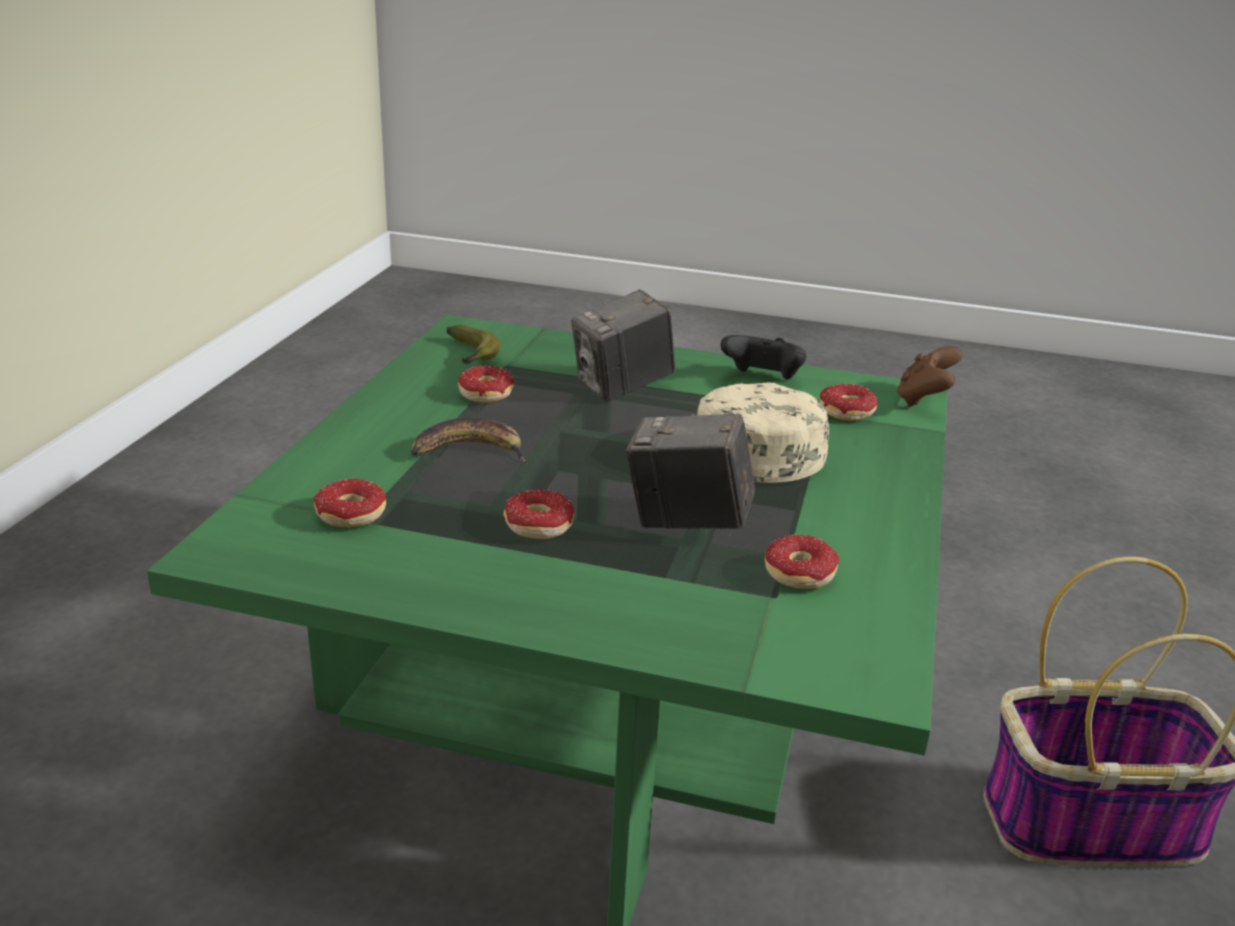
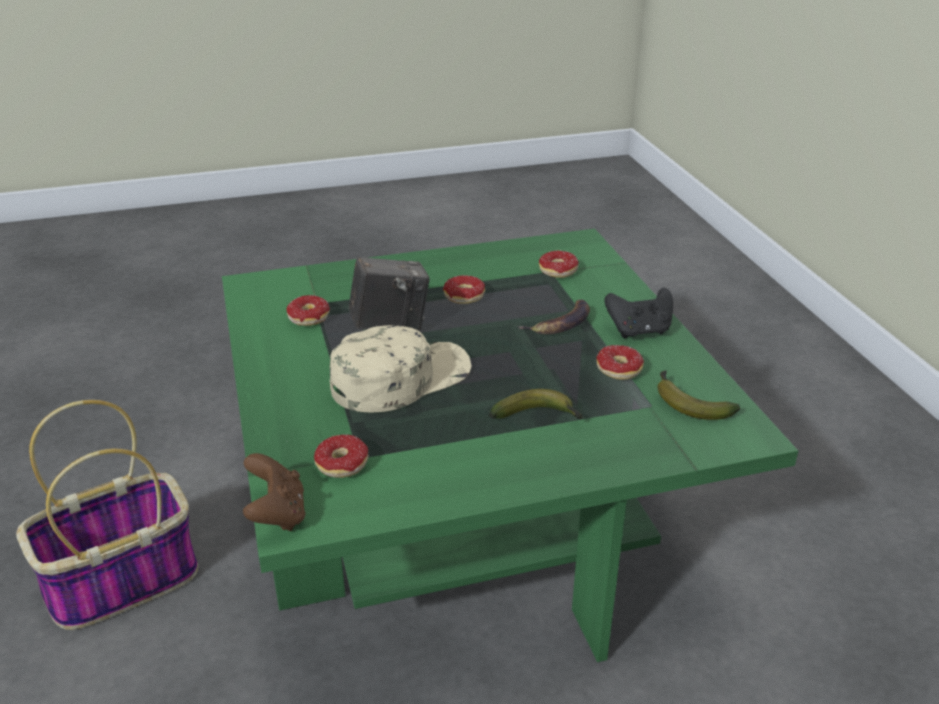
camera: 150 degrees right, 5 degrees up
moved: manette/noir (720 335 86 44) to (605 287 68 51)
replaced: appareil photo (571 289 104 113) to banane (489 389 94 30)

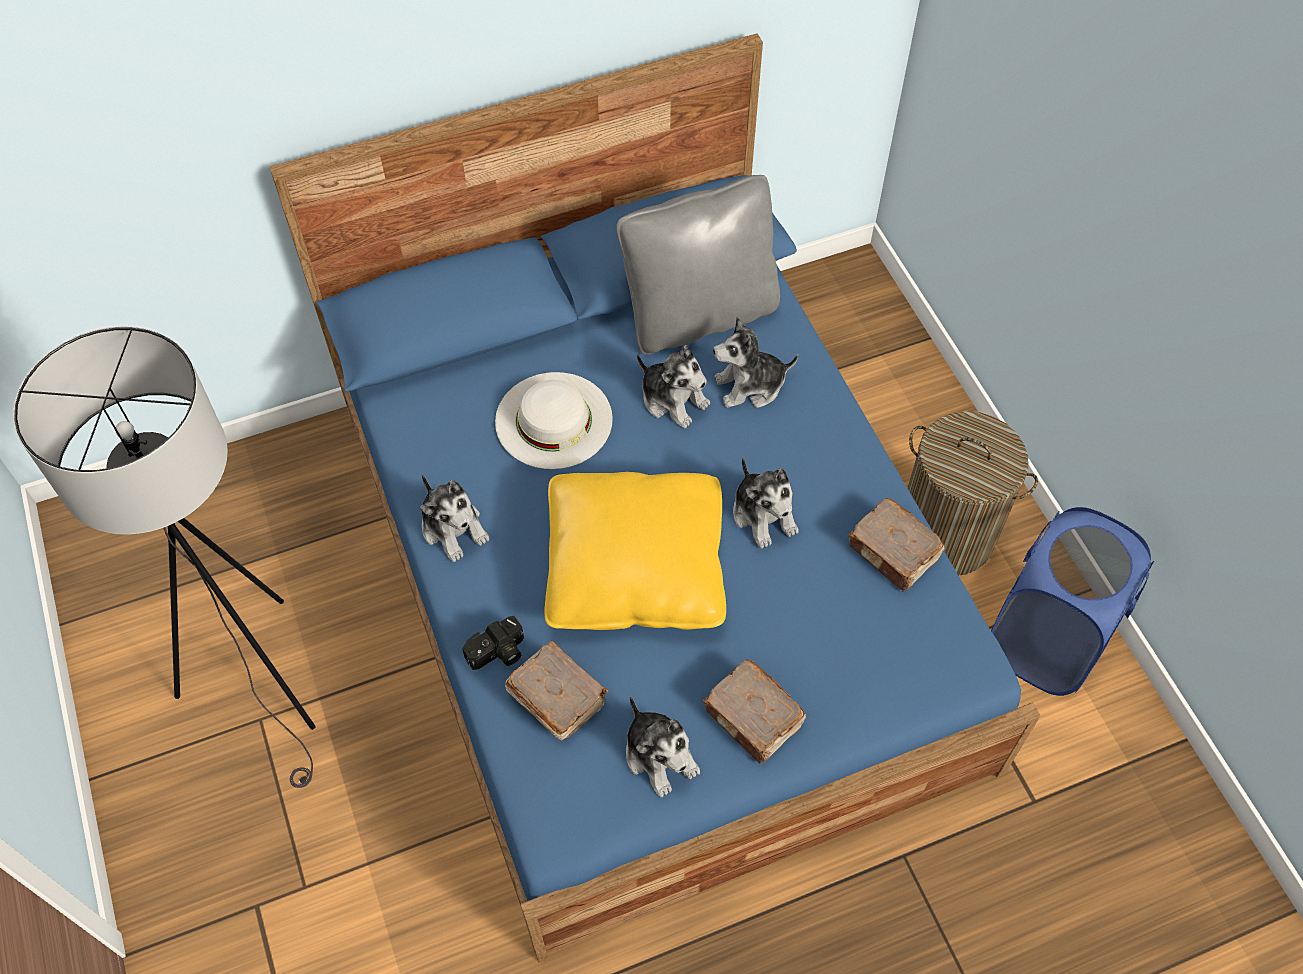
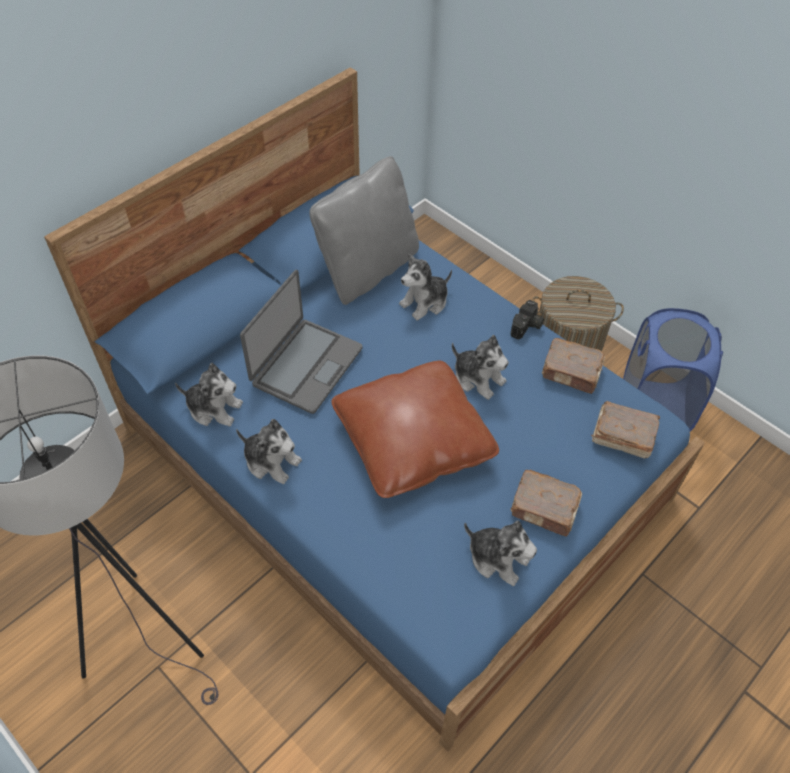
camera: 25 degrees left, 5 degrees down
moved: appareil photo (462 616 62 54) to (511 300 33 40); livre/marron (505 641 103 100) to (591 401 69 57); peluche (637 345 73 84) to (175 363 68 64)
replaced: chapeau/blanc (495 372 118 97) to ordinateur portable (240 270 123 144)
recoloured: coussin/jaune (544 472 182 158) to coussin/marron (331 361 168 137)

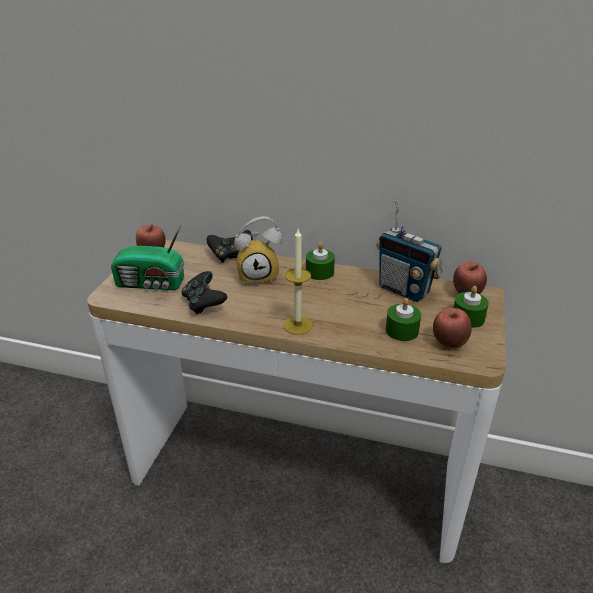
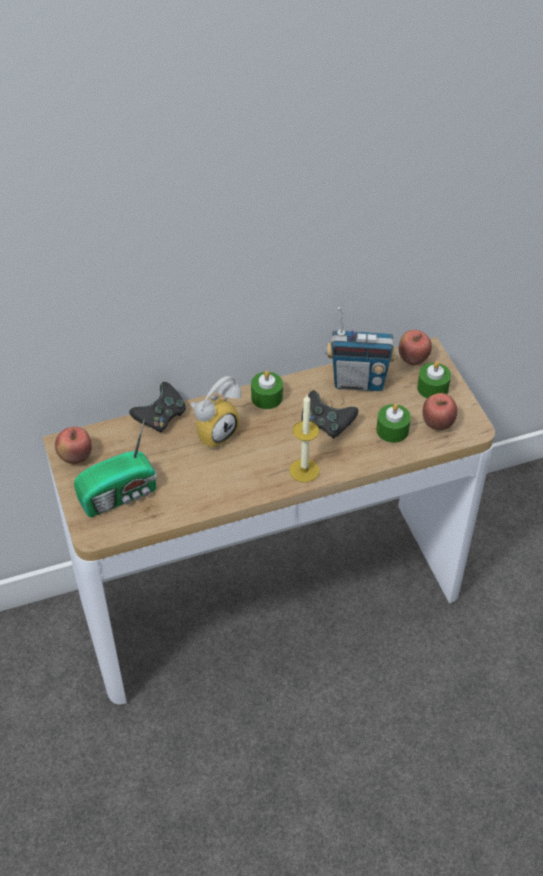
camera: 35 degrees left, 15 degrees up
moved: manette/noir (182 271 45 44) to (302 390 56 49)

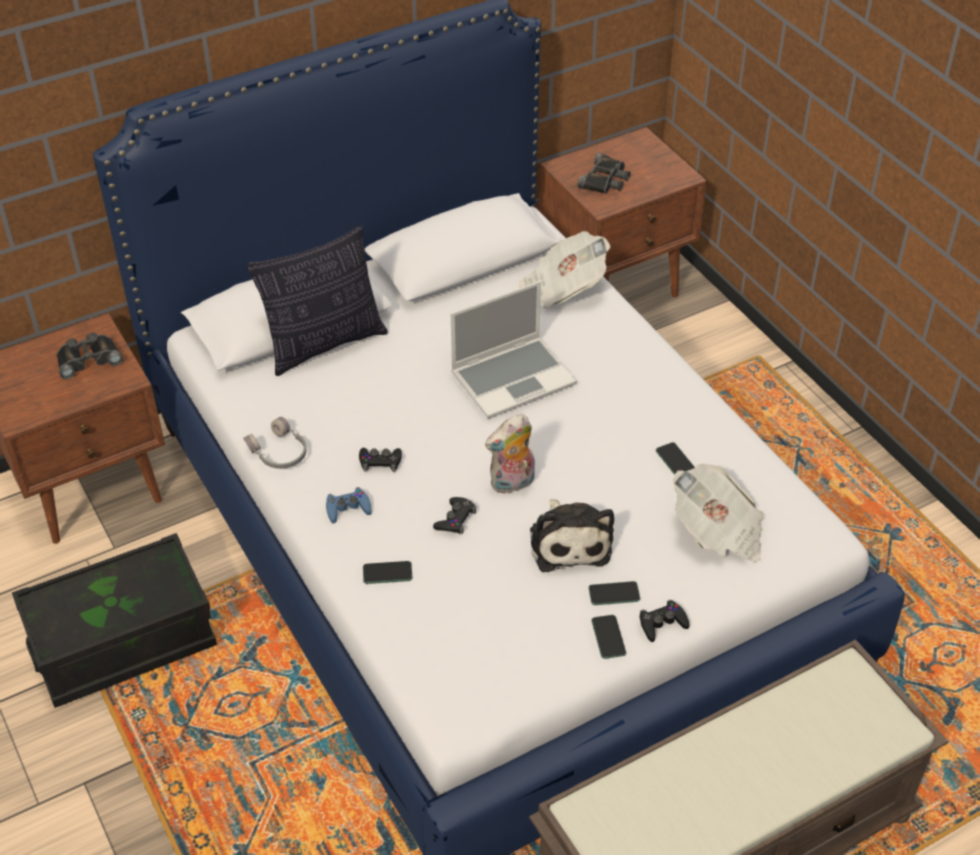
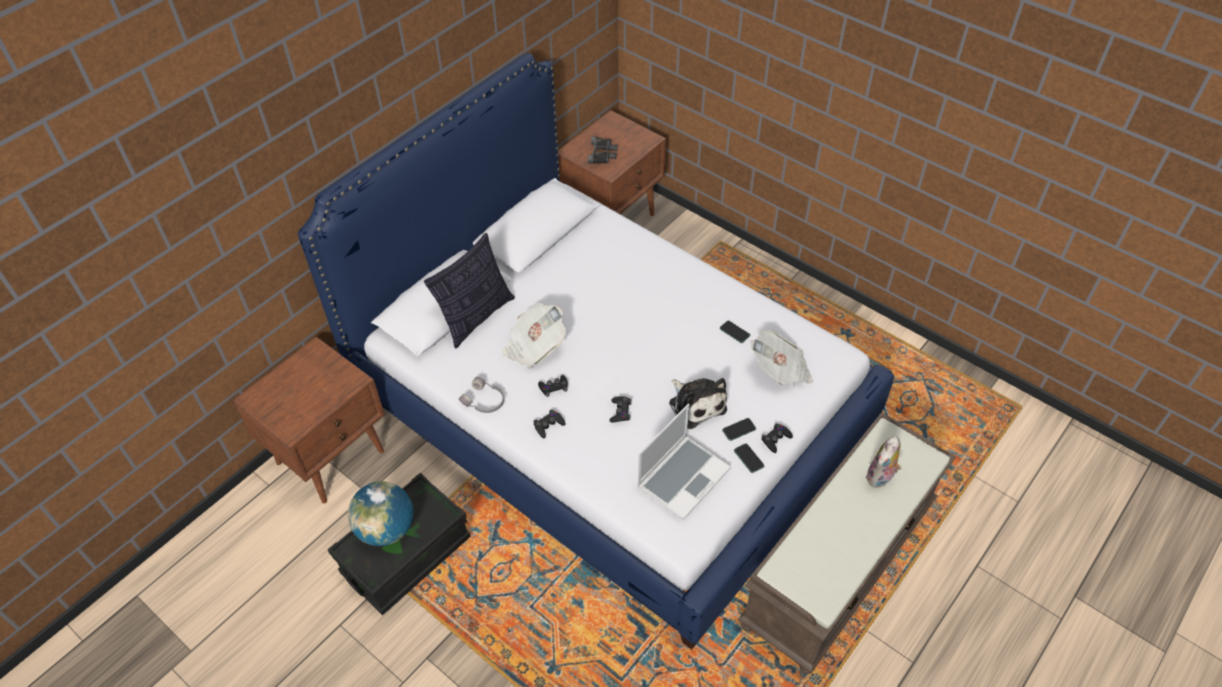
camera: 20 degrees left, 5 degrees up
removed: jumelles/noir (56 333 67 47); téléphone (363 561 49 23)
added: globe (348 481 65 65)
moved: ordinateur portable (451 281 125 138) to (637 404 94 116); peluche (485 414 50 80) to (865 436 36 52); journal (519 231 92 78) to (502 303 64 66)
recoloured: manette/bleu (326 487 46 36) to manette/noir (533 410 32 28)

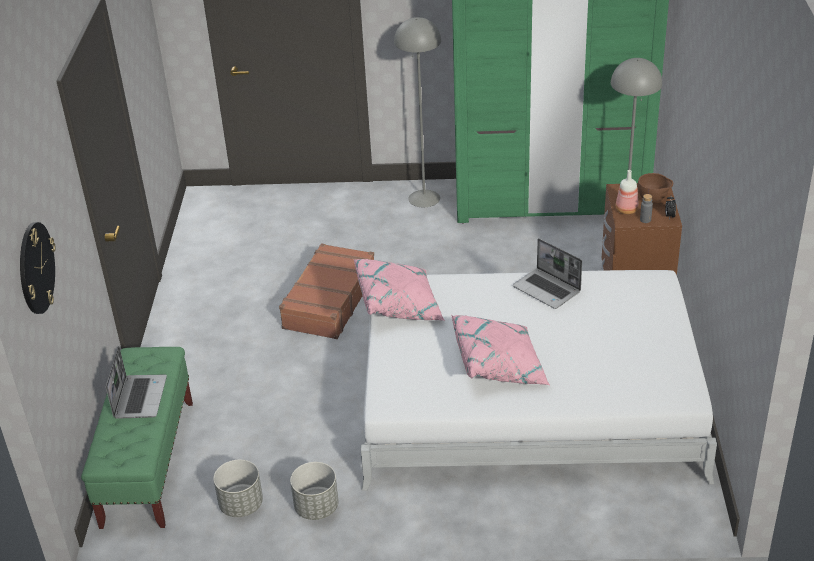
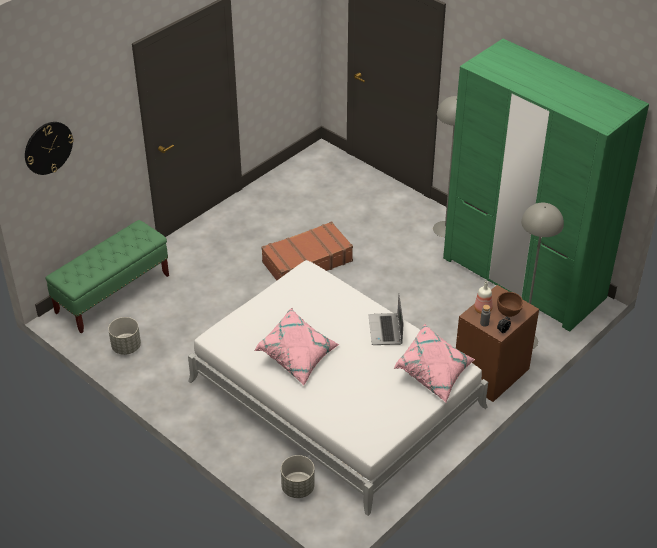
camera: 40 degrees right, 5 degrees up
removed: ordinateur portable (106 346 61 73)
moved: cache-pot/gris (290 462 49 58) to (281 455 34 43); coussin/rose (354 259 91 62) to (394 323 81 80)

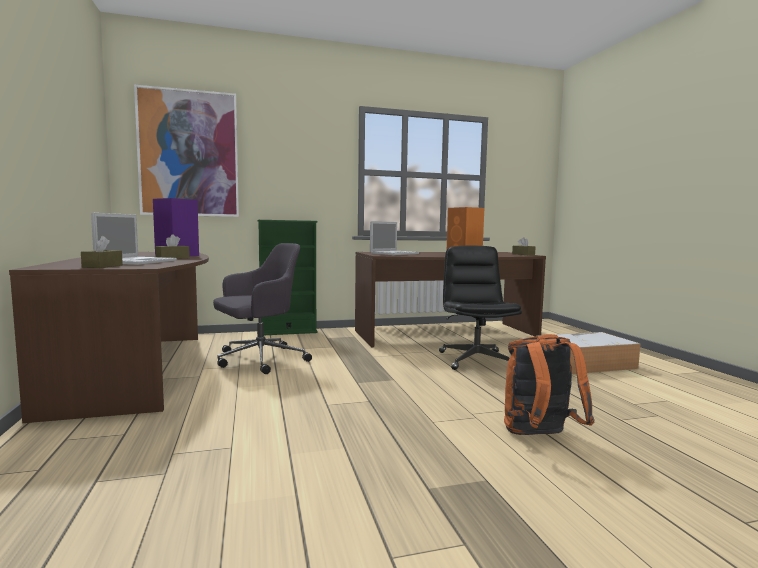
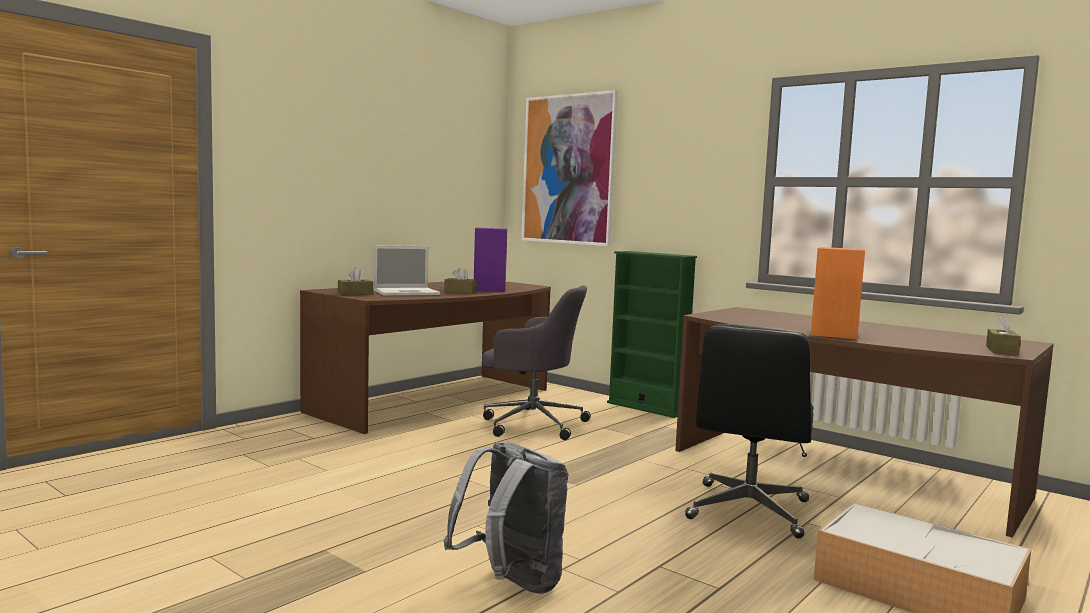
camera: 55 degrees right, 0 degrees up
removed: ordinateur portable (370 221 49 34)
recoloured: sac à dos/orange (504 334 91 101) to sac à dos/gris (444 442 124 152)
turned: chaise de bureau/noir (439 246 83 124) = (685 324 129 214) 150 degrees clockwise

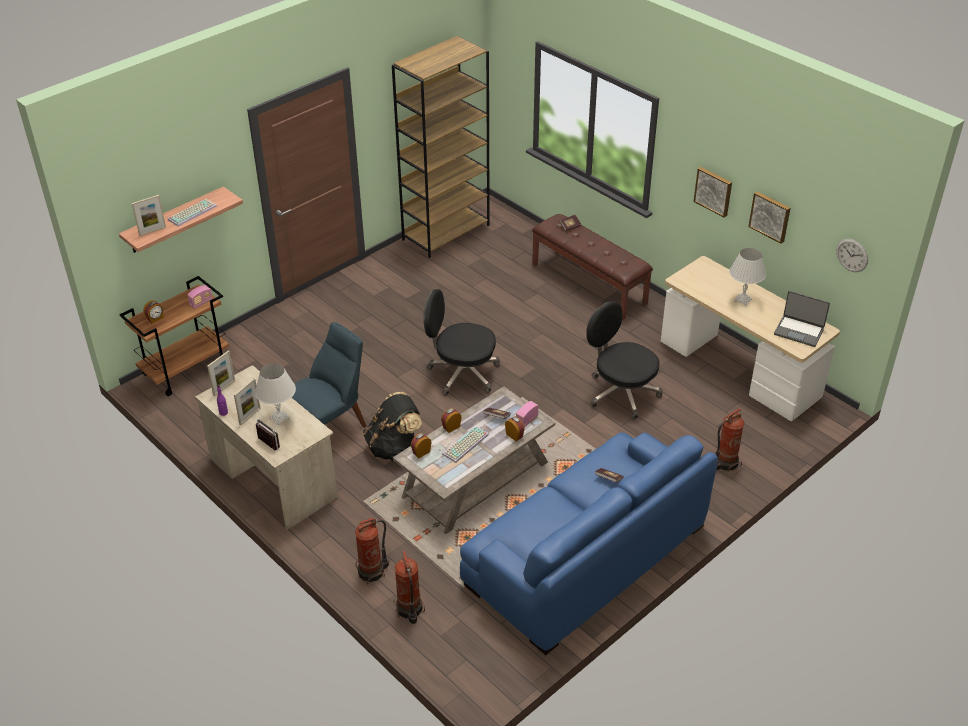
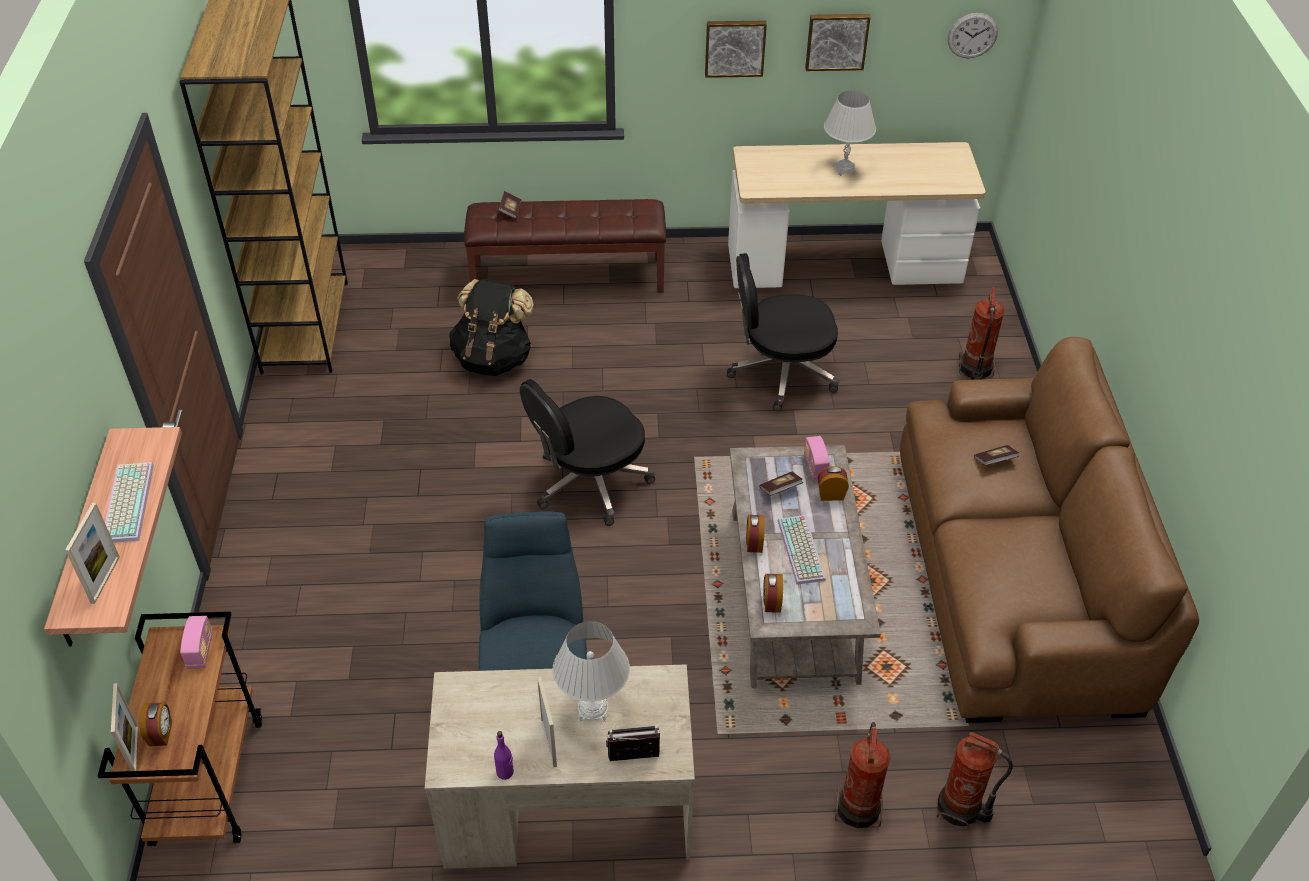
camera: 50 degrees left, 5 degrees up
removed: ordinateur portable (774 291 56 56)
moved: cadre photo (207 351 28 45) to (111 683 27 88); sac à dos/noir (363 392 59 69) to (449 279 85 97)
recoloured: canapé/bleu (460 432 258 223) to canapé/marron (900 337 299 386)

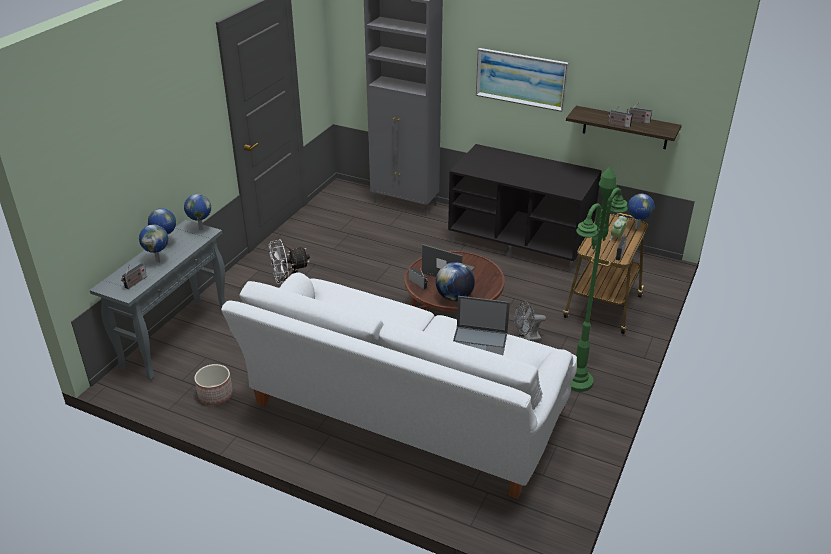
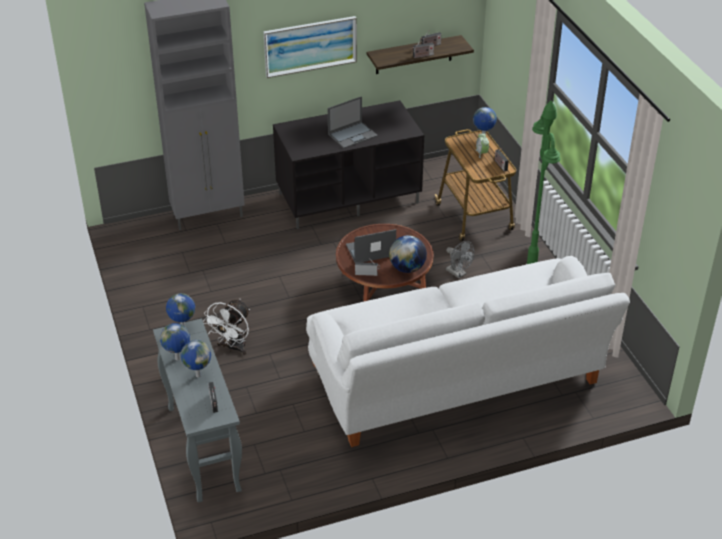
camera: 45 degrees left, 5 degrees up
removed: cache-pot (194 364 39 41)
moved: ordinateur portable (453 296 57 59) to (328 96 50 52)
turned: ventilateur/gris (514 301 32 40) = (446 241 28 37) 75 degrees counterclockwise

